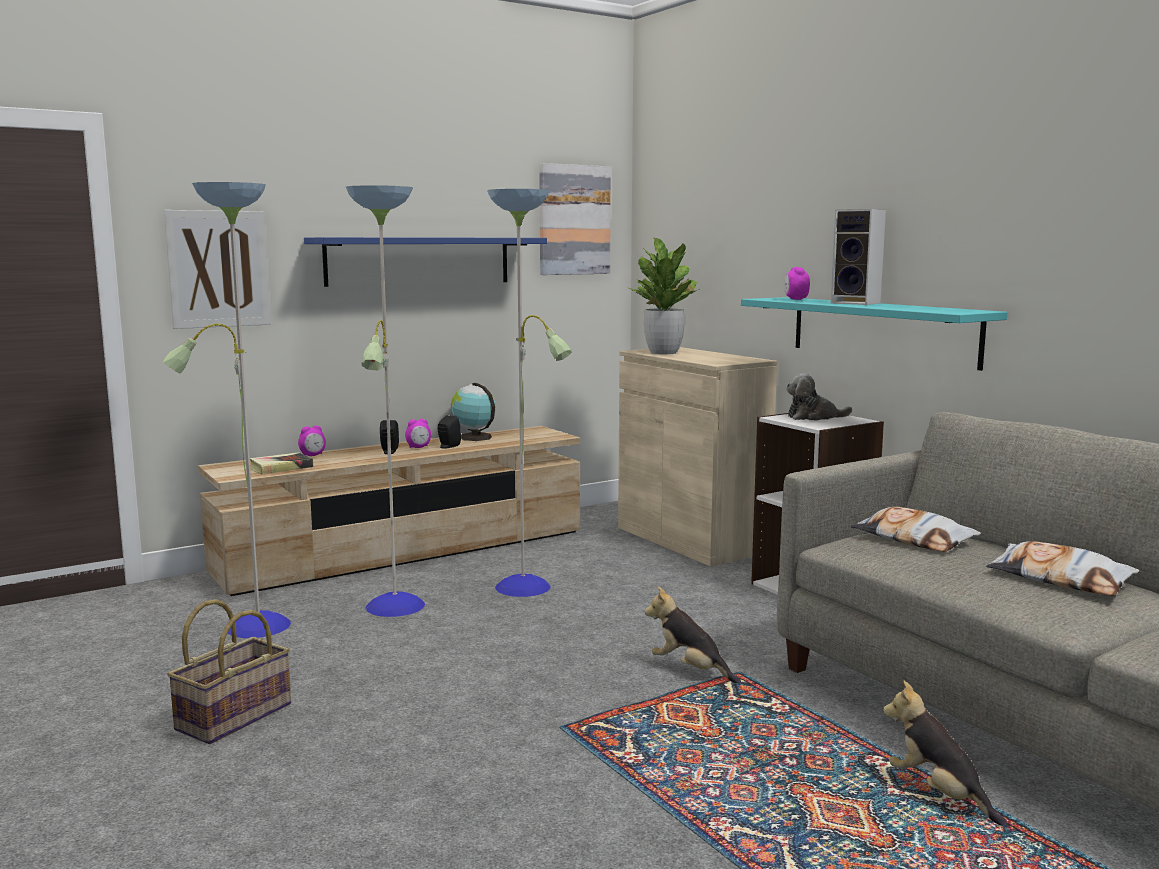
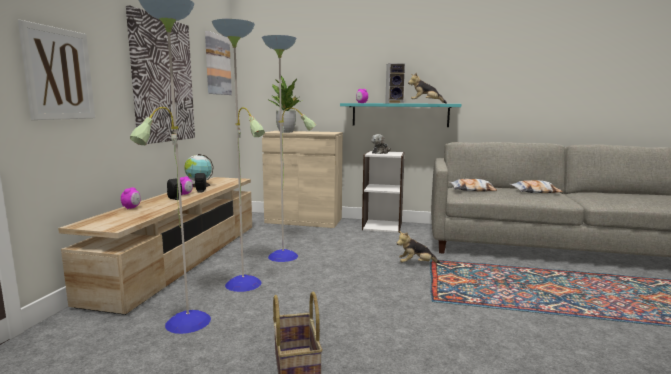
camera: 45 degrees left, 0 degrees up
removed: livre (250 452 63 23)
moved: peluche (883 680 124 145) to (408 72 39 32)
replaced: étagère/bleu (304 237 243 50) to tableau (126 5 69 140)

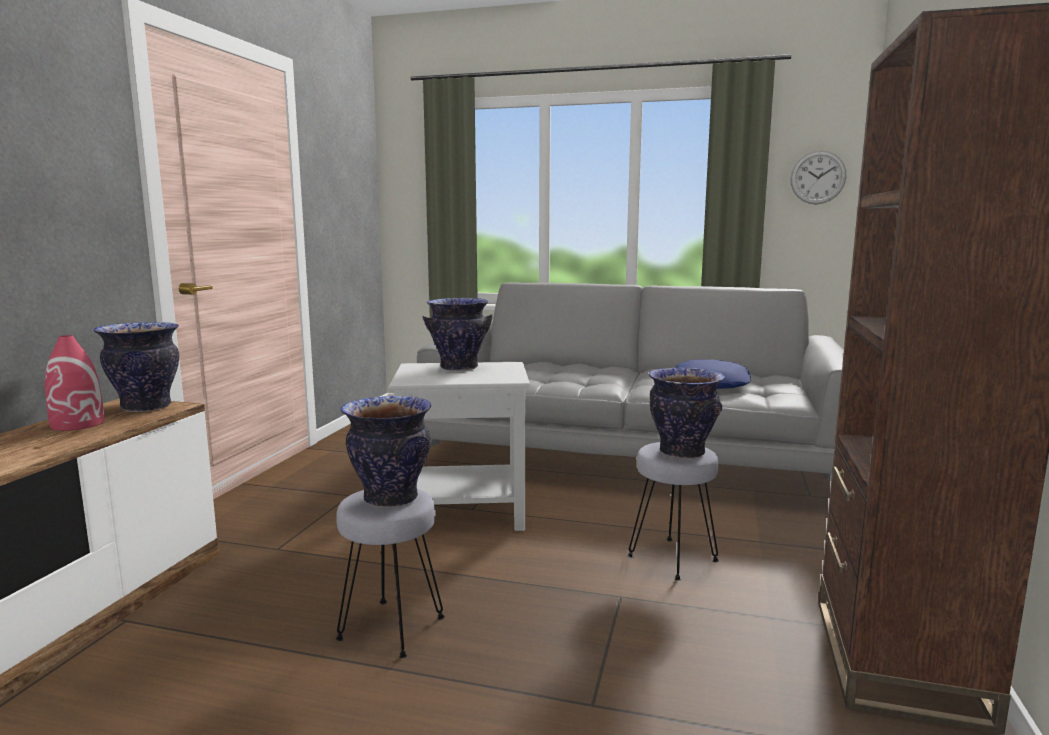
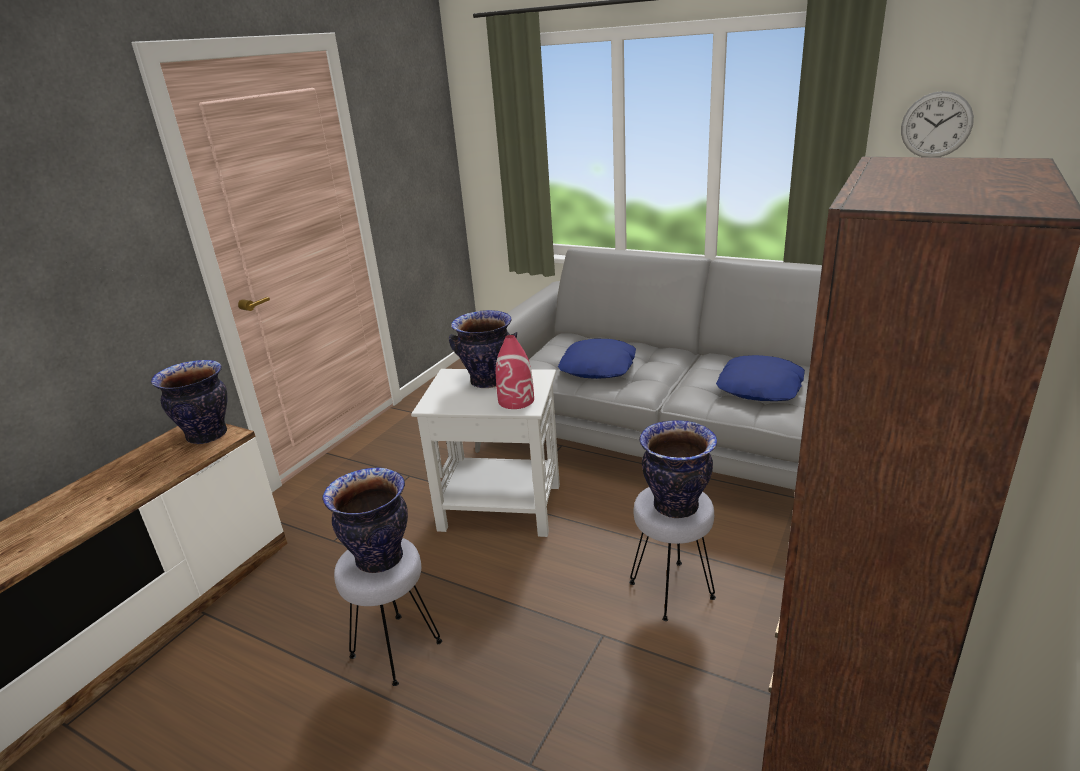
camera: 15 degrees right, 15 degrees up
added: coussin/bleu (558 339 78 40)
moved: vase/rouge (45 335 60 96) to (496 335 38 74)

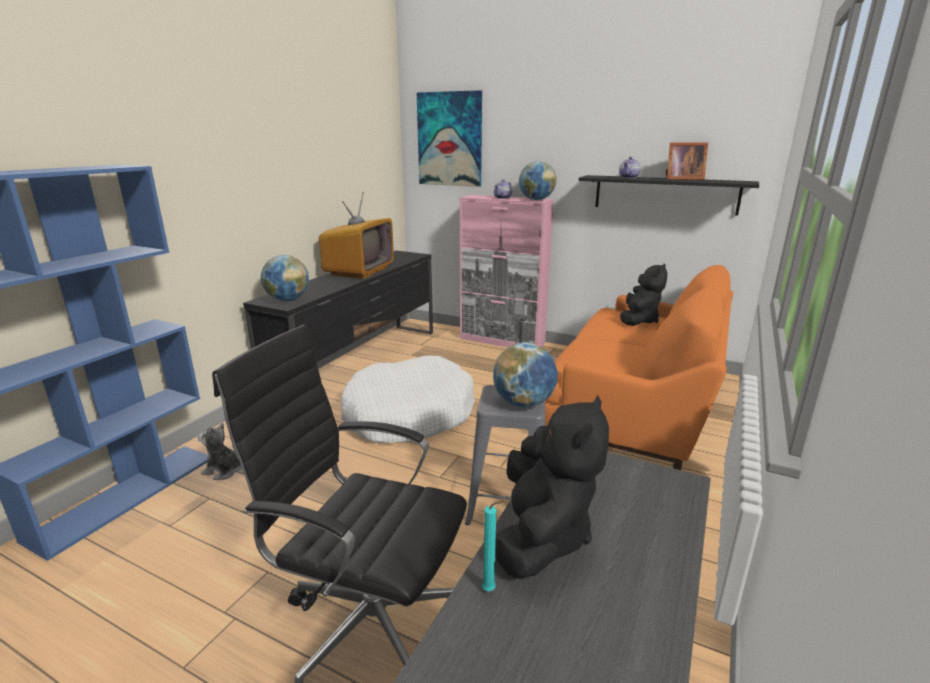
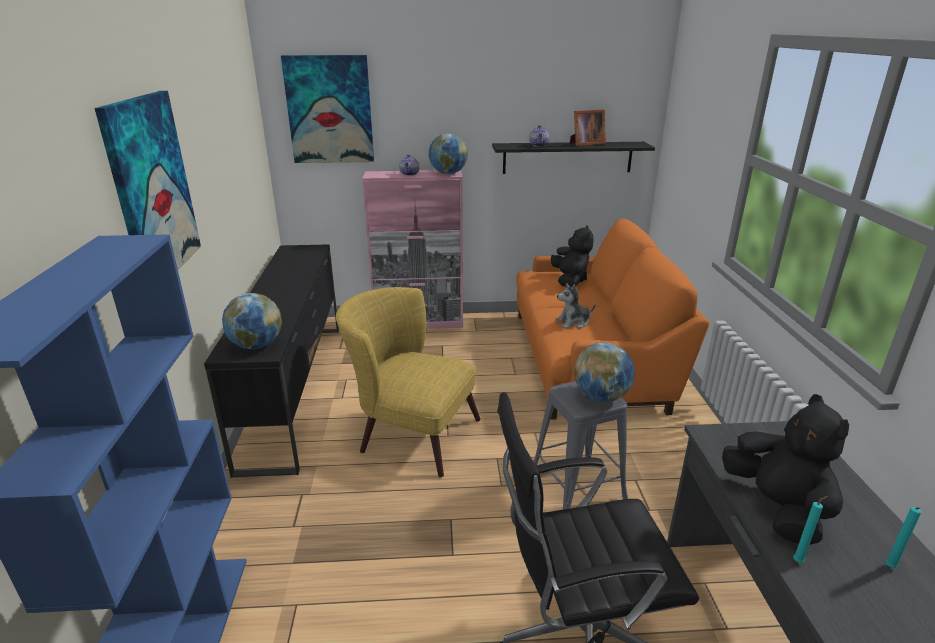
camera: 30 degrees left, 5 degrees up
removed: téléviseur (319 192 75 87)
added: tableau (95 91 106 178); bougie/turquoise (885 507 36 61)
moved: peluche (198 422 44 58) to (556 283 40 46)
replaced: panier pour chien/blanc (340 355 135 88) to fauteuil/jaune (336 287 145 190)

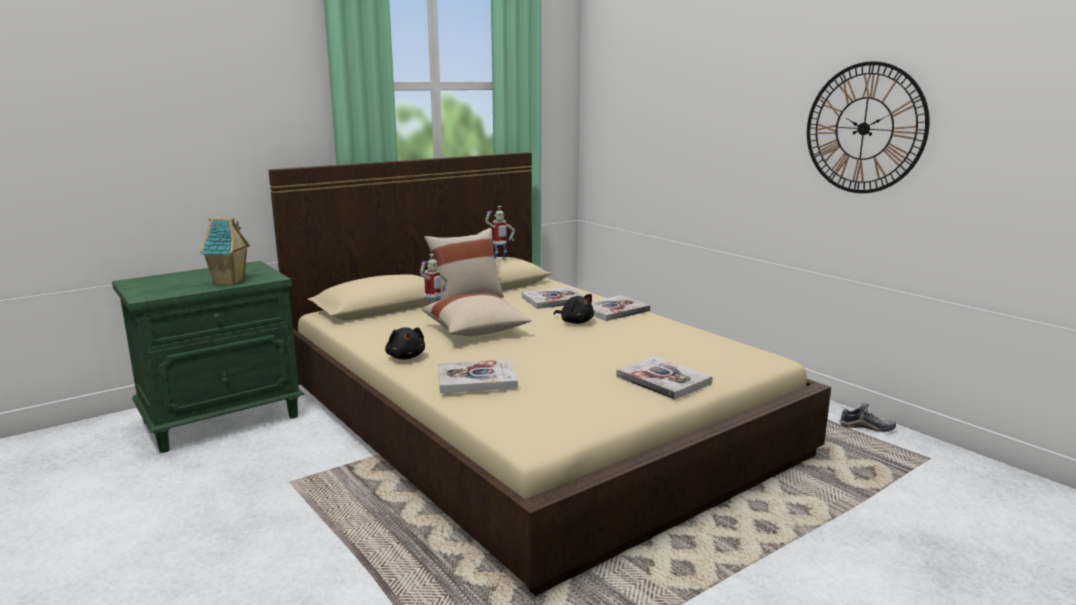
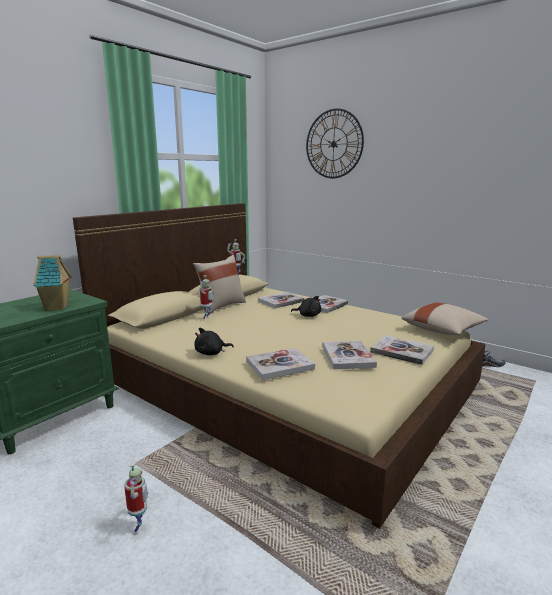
camera: 15 degrees left, 0 degrees up
added: robot jouet (124 462 25 73); livre (323 341 54 28)
moved: coussin/beige (422 293 109 43) to (401 302 88 33); horloge murale (807 61 122 132) to (306 108 58 71)
turned: peluche/noir (385 327 40 32) = (194 328 40 27) 105 degrees clockwise

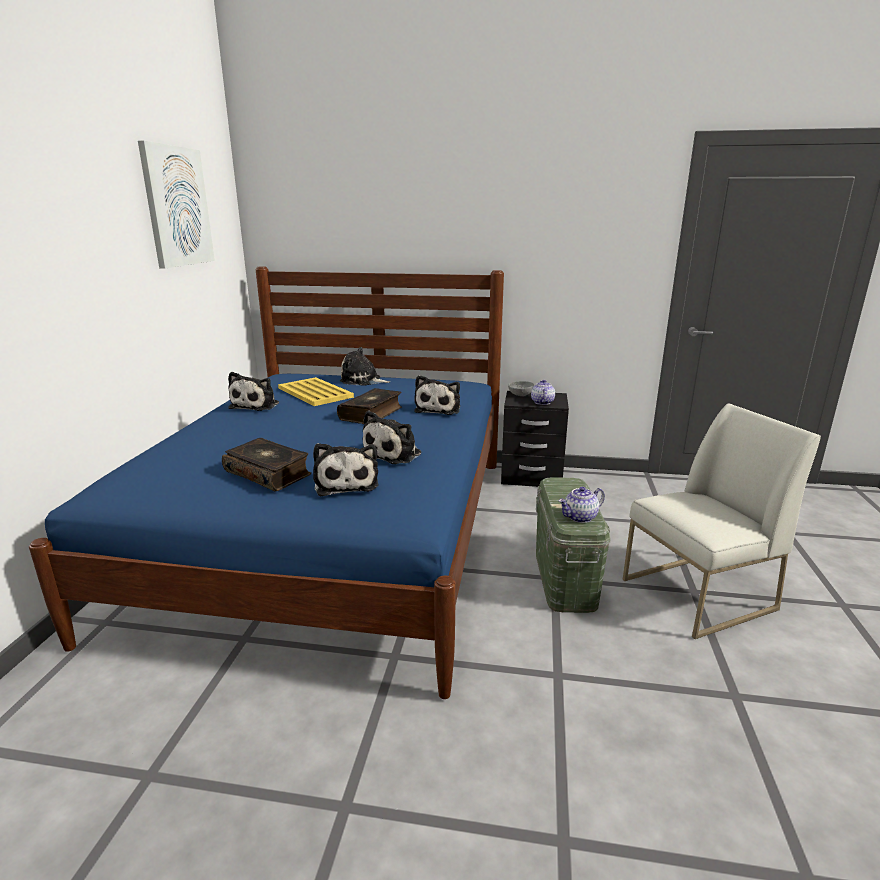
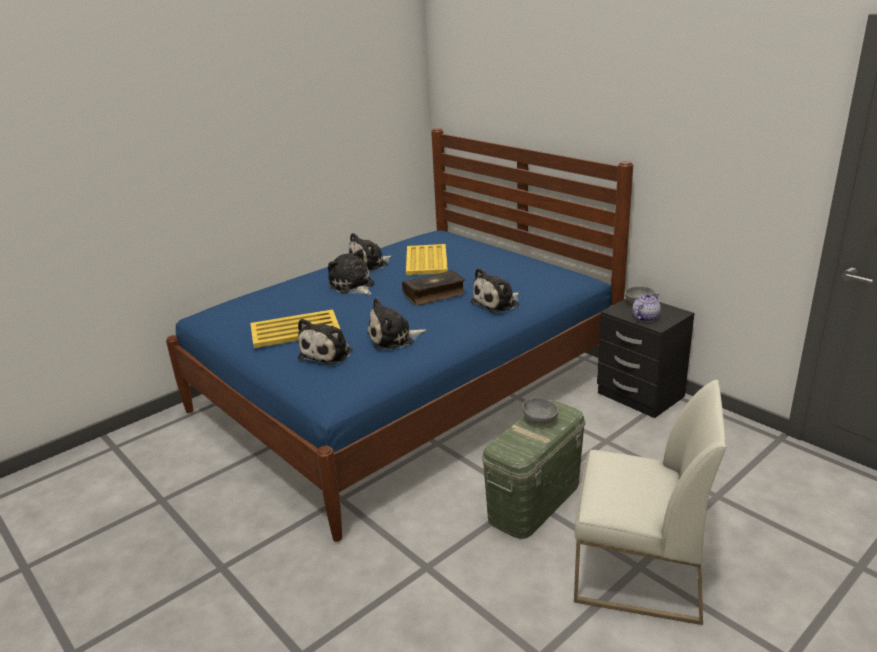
camera: 40 degrees right, 5 degrees up
removed: tableau (138 141 77 128); théière (559 487 46 36)
added: bol/gris (522 398 36 27)
moved: peluche (340 347 50 39) to (328 249 47 46)
replaced: livre (222 438 89 53) to plateau/jaune (250 309 90 39)

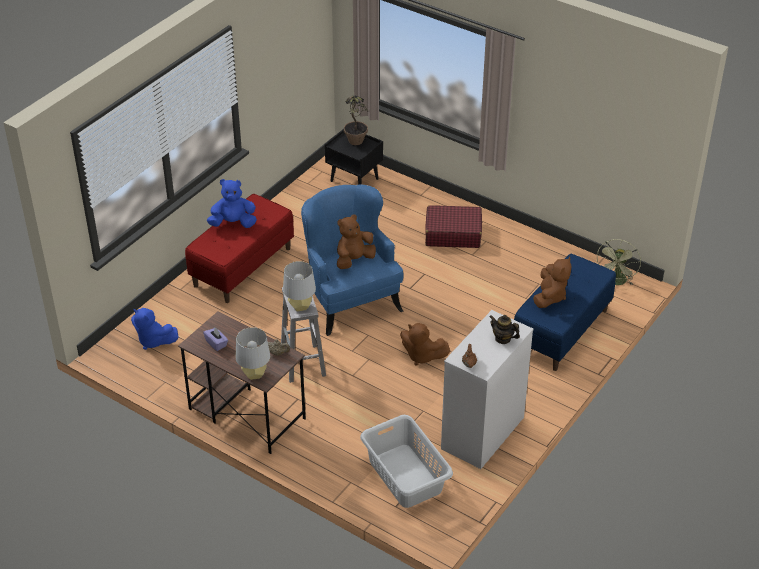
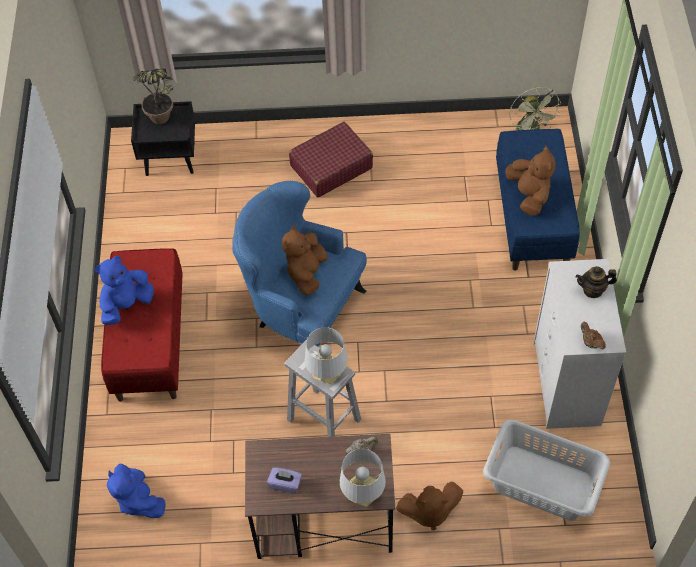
camera: 35 degrees left, 15 degrees up
moved: peluche/marron (400 323 50 42) to (396 481 67 49)
turned: peluche/bleu (131 308 47 42) = (107 464 58 54) 60 degrees clockwise

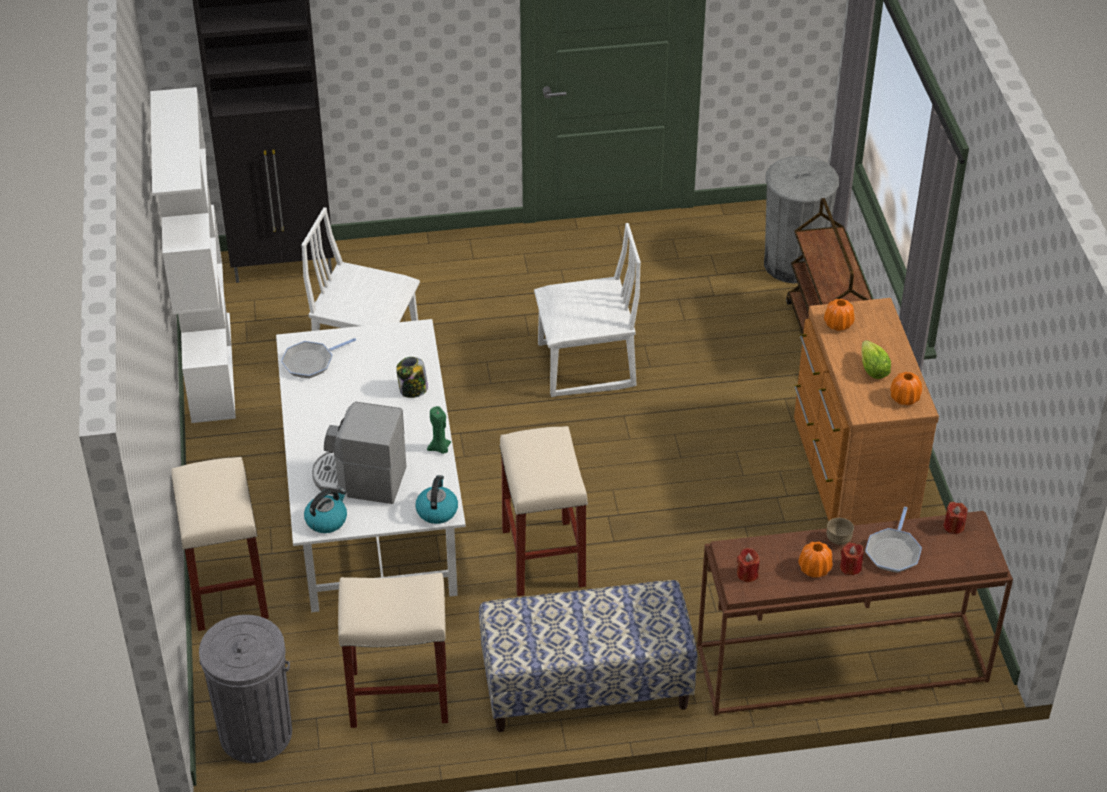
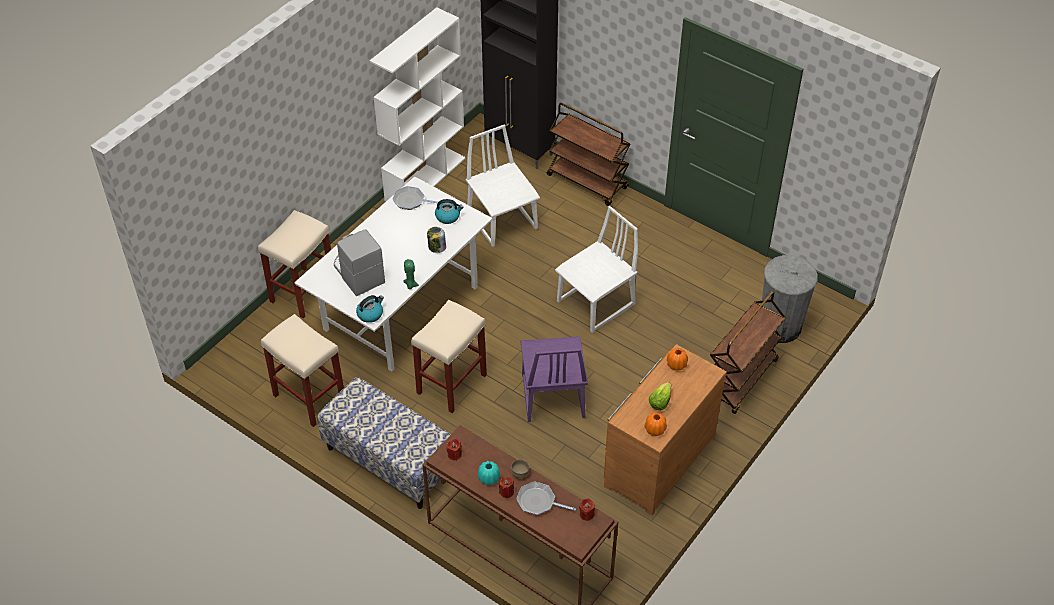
camera: 45 degrees right, 5 degrees up
removed: poubelle/gris (199 615 93 148)
added: chaise/violet (521 336 67 86); chariot/marron (547 103 83 103)
moved: bouilloire (304 488 43 45) to (435 199 28 25)
recoloured: vase/orange (798 541 34 37) to vase/turquoise (478 461 22 24)
turned: chaise/blanc (534 223 107 174) = (555 206 83 127) 75 degrees counterclockwise; poêle (865 507 57 66) = (516 481 60 34) 45 degrees clockwise

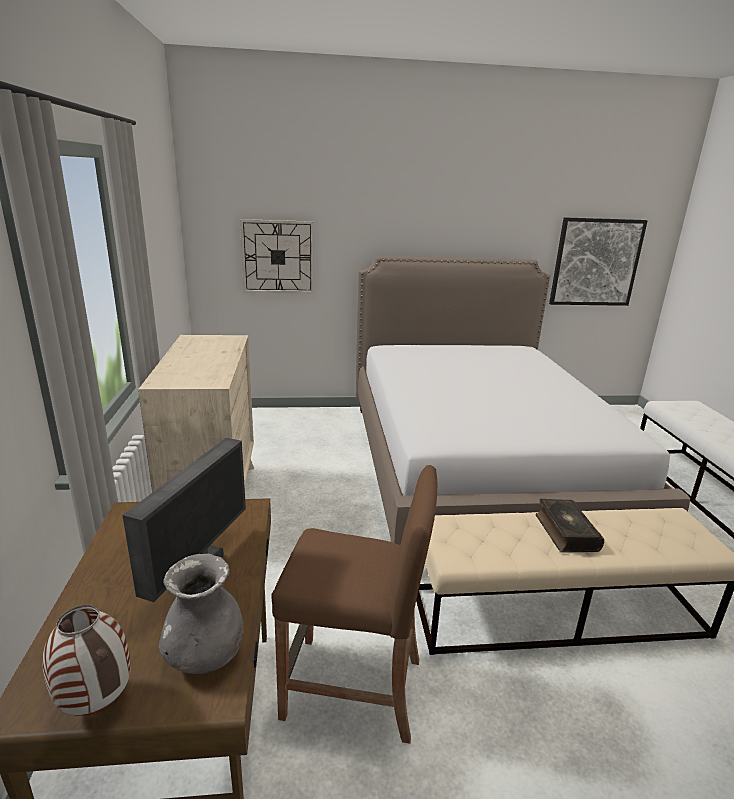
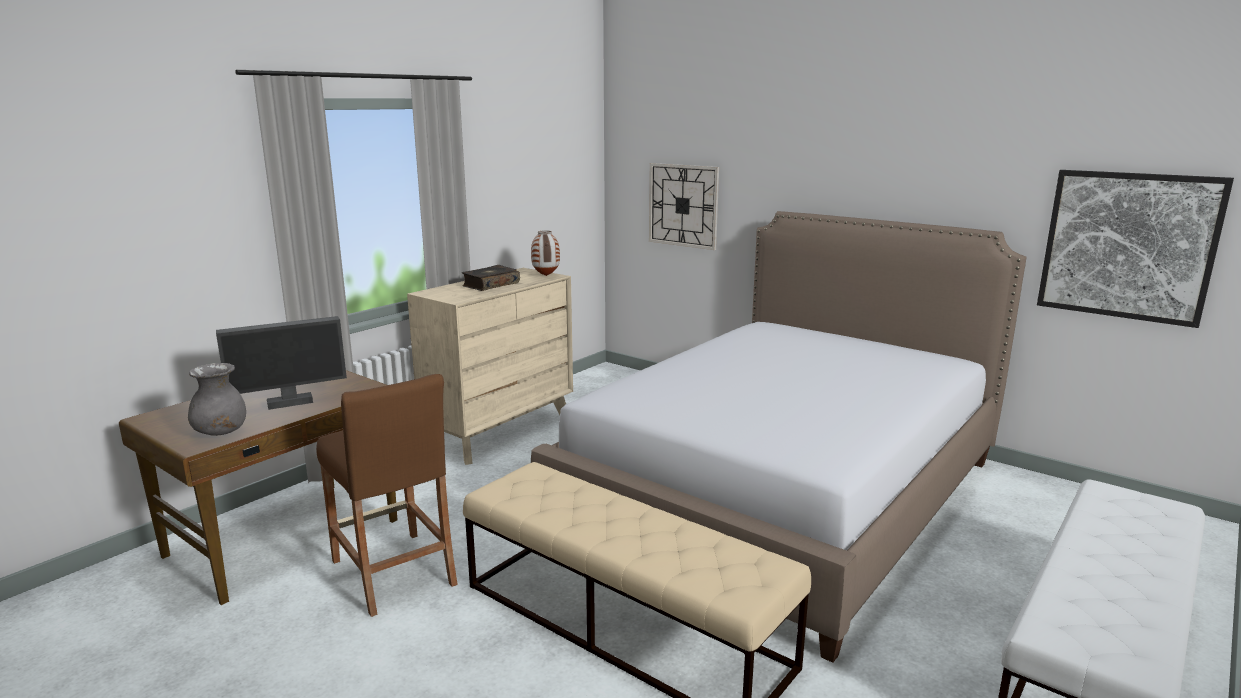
camera: 45 degrees right, 5 degrees down
moved: vase (42 604 89 112) to (531 230 29 46); livre (535 499 69 53) to (462 265 58 26)

